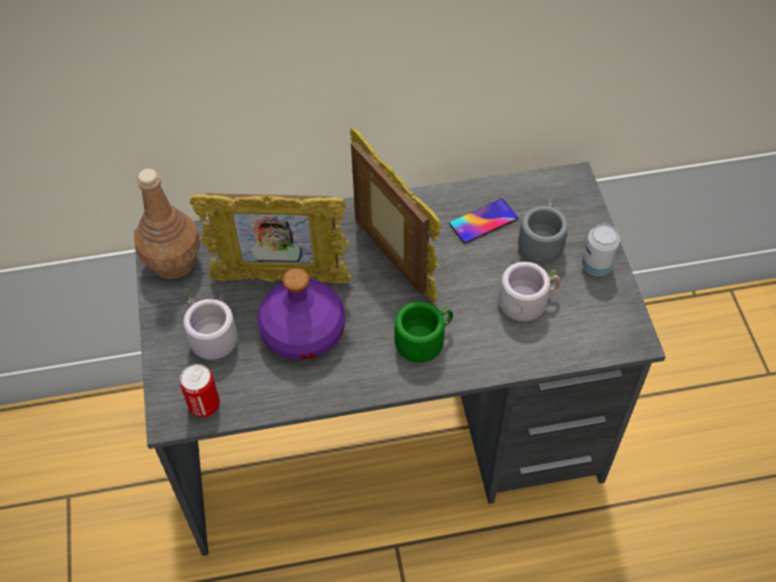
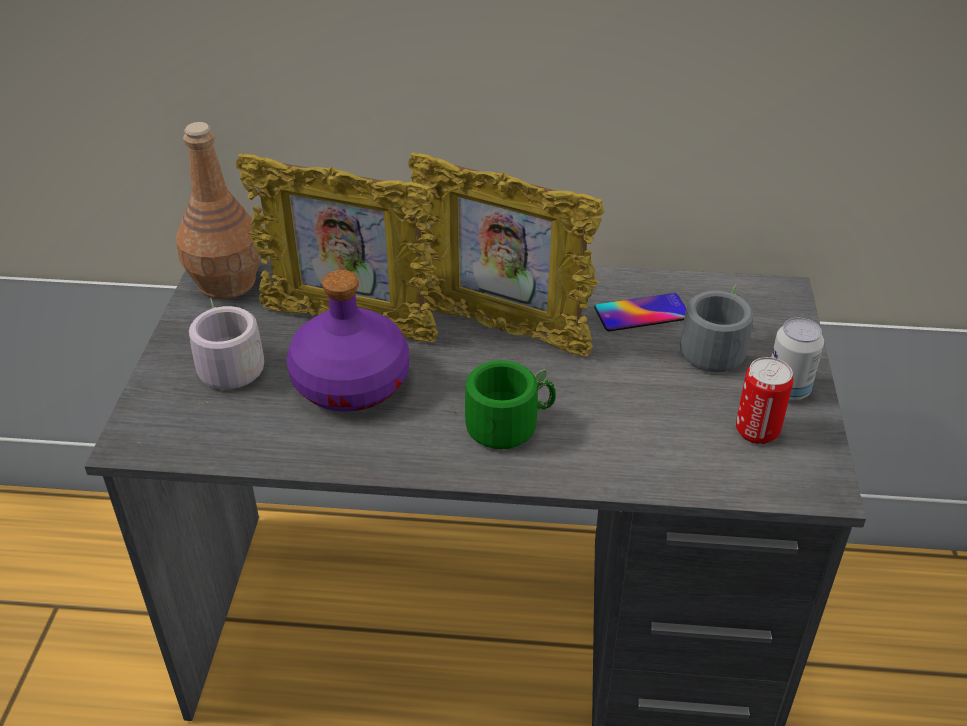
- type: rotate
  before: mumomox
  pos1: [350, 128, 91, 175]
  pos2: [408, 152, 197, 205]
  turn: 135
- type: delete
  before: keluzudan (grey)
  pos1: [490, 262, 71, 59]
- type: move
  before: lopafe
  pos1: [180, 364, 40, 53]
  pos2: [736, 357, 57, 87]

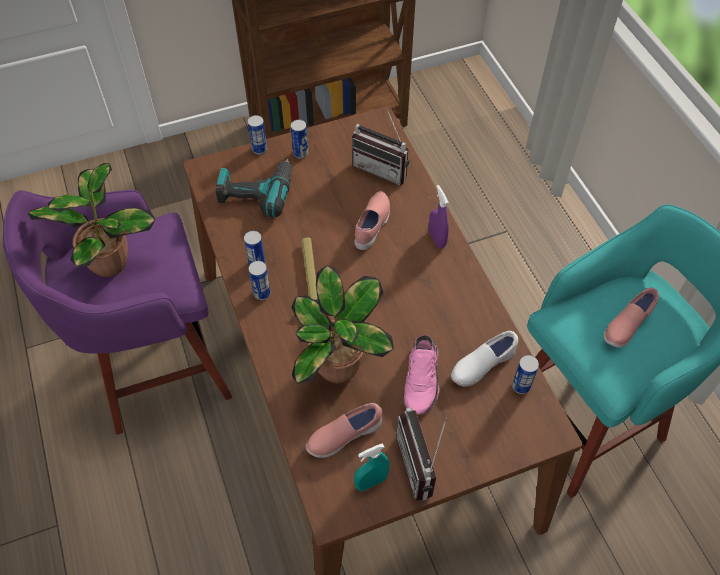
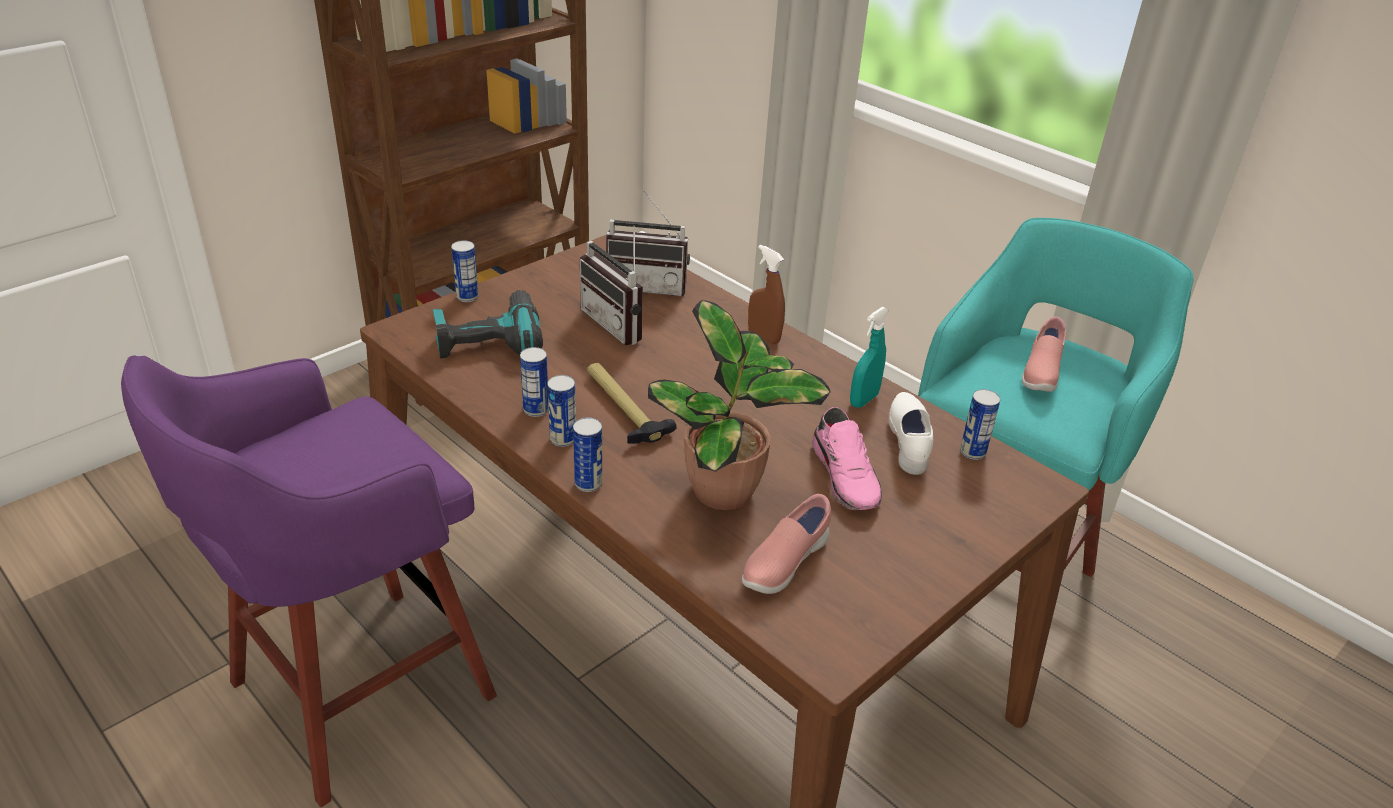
- type: move
  before: lopafe
  pos1: [291, 119, 18, 40]
  pos2: [573, 417, 30, 75]
- type: delete
  before: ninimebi
  pos1: [28, 163, 127, 114]
- type: recolor
  before: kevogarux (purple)
  after: kevogarux (brown)
  pos1: [429, 185, 20, 63]
  pos2: [748, 245, 37, 99]
- type: delete
  before: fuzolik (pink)
  pos1: [354, 191, 36, 59]
- type: rotate
  before: fuzolik (white)
  pos1: [451, 331, 67, 56]
  pos2: [889, 392, 44, 83]
  turn: 150
- type: move
  before: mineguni
  pos1: [397, 408, 50, 93]
  pos2: [580, 226, 63, 119]
- type: move
  before: kevogarux (turquoise)
  pos1: [354, 443, 35, 48]
  pos2: [850, 307, 39, 101]

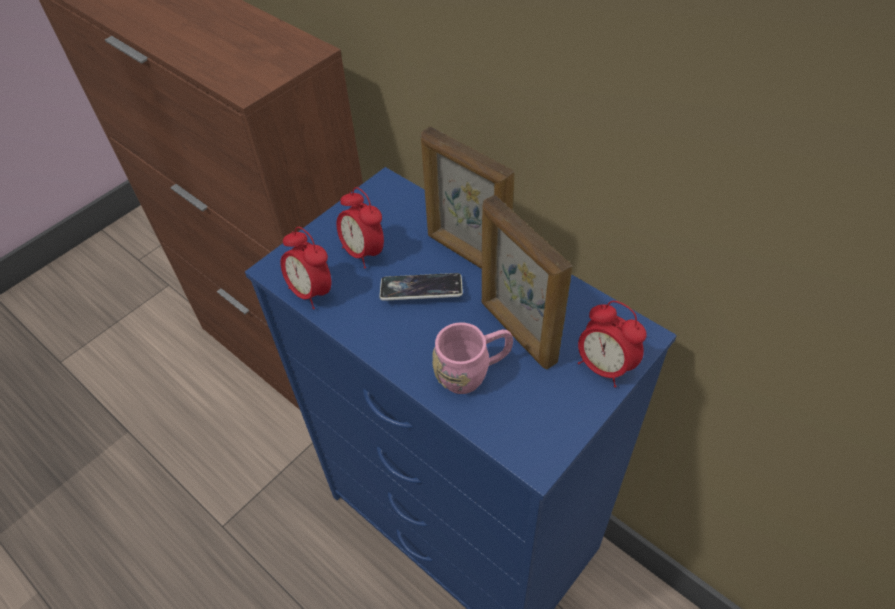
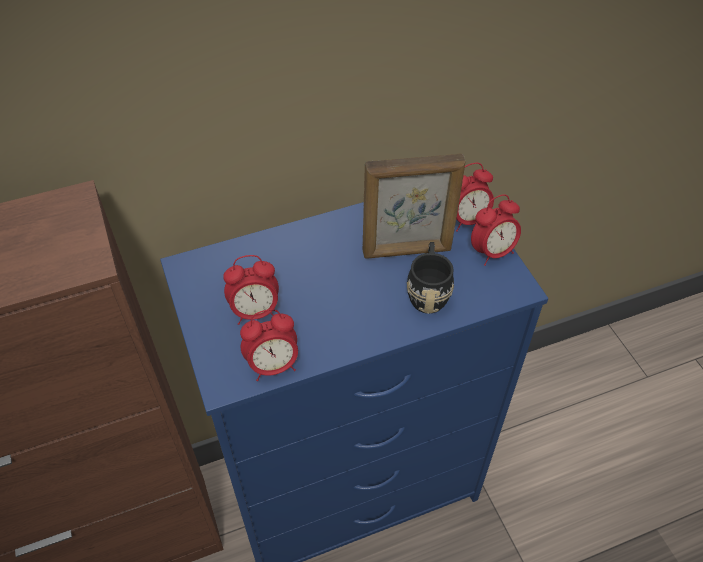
- type: delete
  before: mumomox
  pos1: [421, 126, 93, 143]
- type: delete
  before: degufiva
  pos1: [379, 273, 84, 28]
- type: recolor
  before: keluzudan (pink)
  after: keluzudan (black)
  pos1: [432, 322, 81, 72]
  pos2: [407, 242, 47, 72]
- type: insert
  after: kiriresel
  pos2: [471, 194, 50, 72]

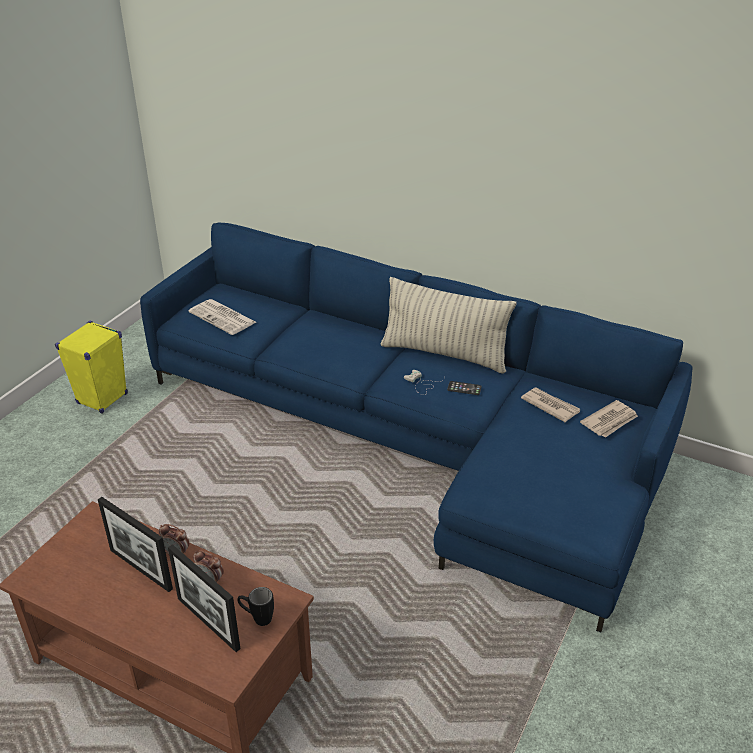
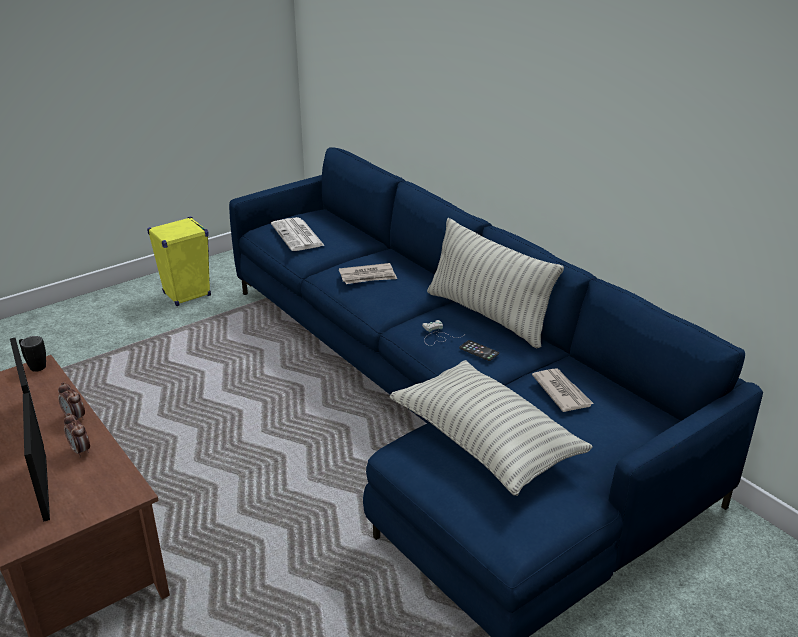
- type: move
  before: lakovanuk
  pos1: [580, 400, 58, 38]
  pos2: [339, 263, 58, 21]
- type: move
  before: keluzudan (black)
  pos1: [237, 587, 37, 39]
  pos2: [19, 336, 27, 36]
- type: insert
  after: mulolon
  pos2: [389, 360, 204, 136]

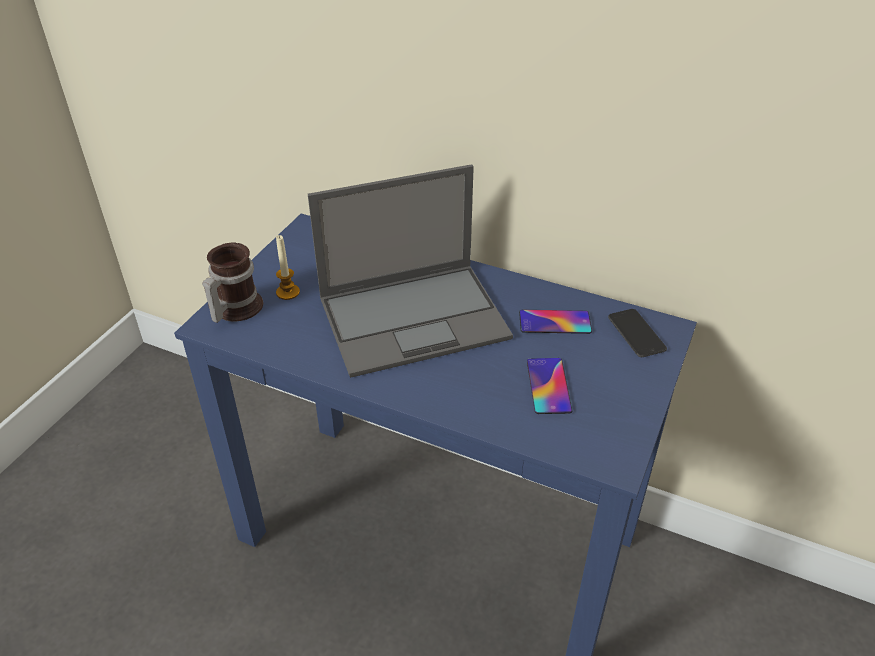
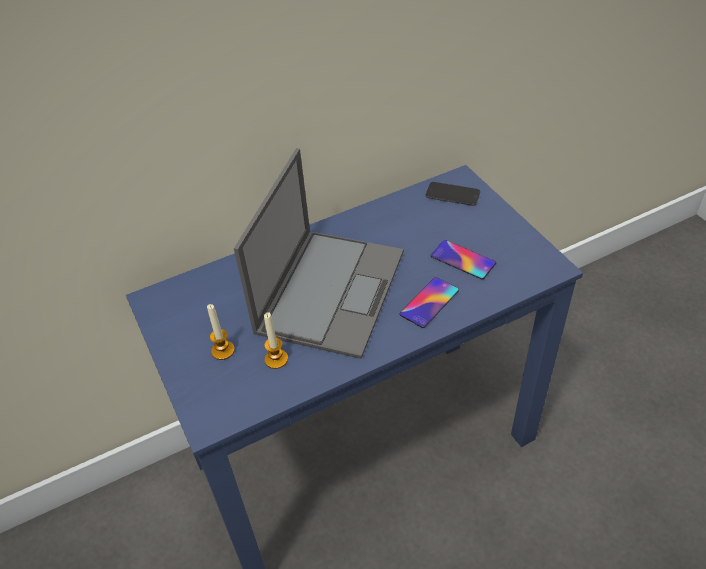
- type: delete
  before: keluzudan
  pos1: [202, 242, 61, 81]
- type: move
  before: degufiva
  pos1: [519, 310, 73, 24]
  pos2: [399, 277, 60, 51]
- type: insert
  after: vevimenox
  pos2: [264, 312, 24, 57]

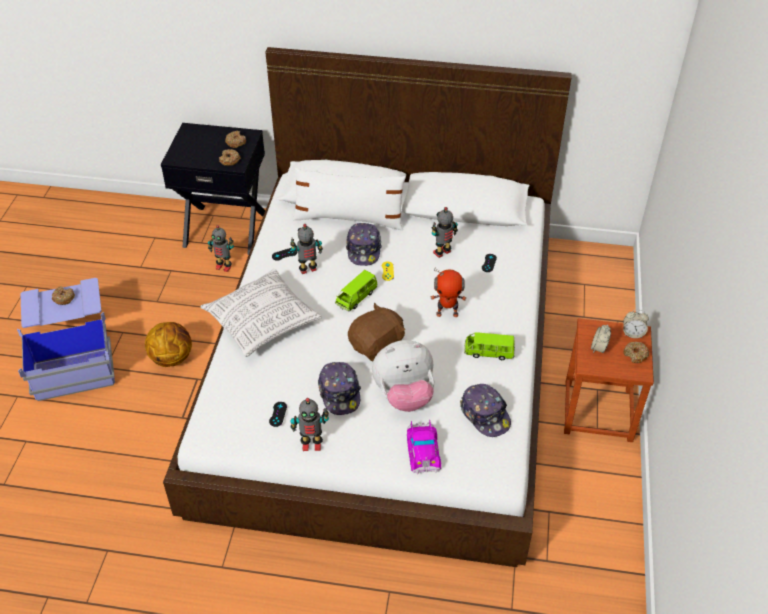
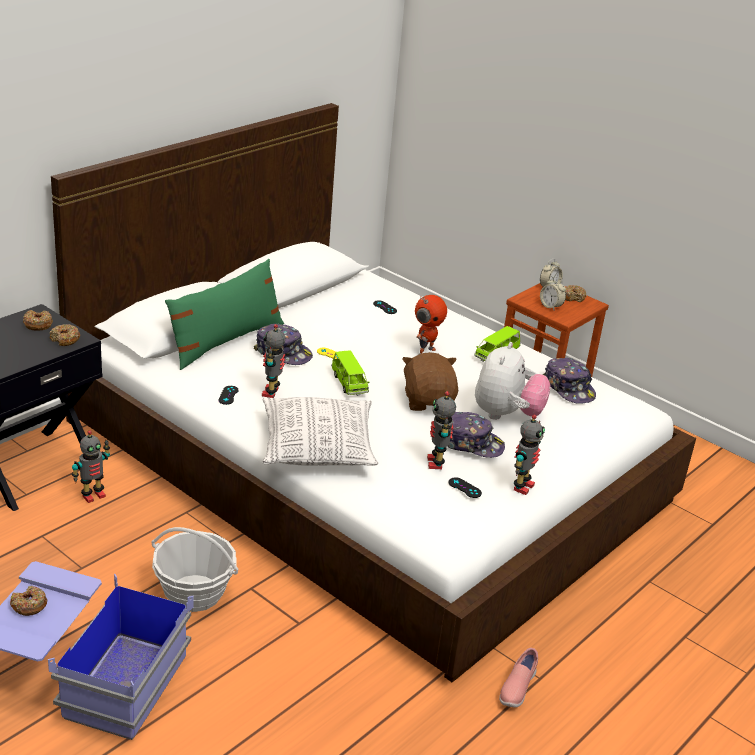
- type: recolor
  before: mulolon (white)
  after: mulolon (green)
  pos1: [293, 168, 113, 62]
  pos2: [165, 259, 119, 111]
- type: move
  before: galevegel
  pos1: [432, 207, 26, 51]
  pos2: [427, 391, 29, 78]
- type: replace
  before: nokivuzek
  after: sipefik
  pos1: [145, 322, 47, 45]
  pos2: [152, 527, 86, 85]
- type: rotate
  before: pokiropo
  pos1: [460, 384, 51, 53]
  pos2: [542, 358, 54, 46]
  turn: 60
- type: delete
  before: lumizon
  pos1: [407, 420, 34, 54]
- type: insert
  after: fuzolik (pink)
  pos2: [499, 648, 39, 60]

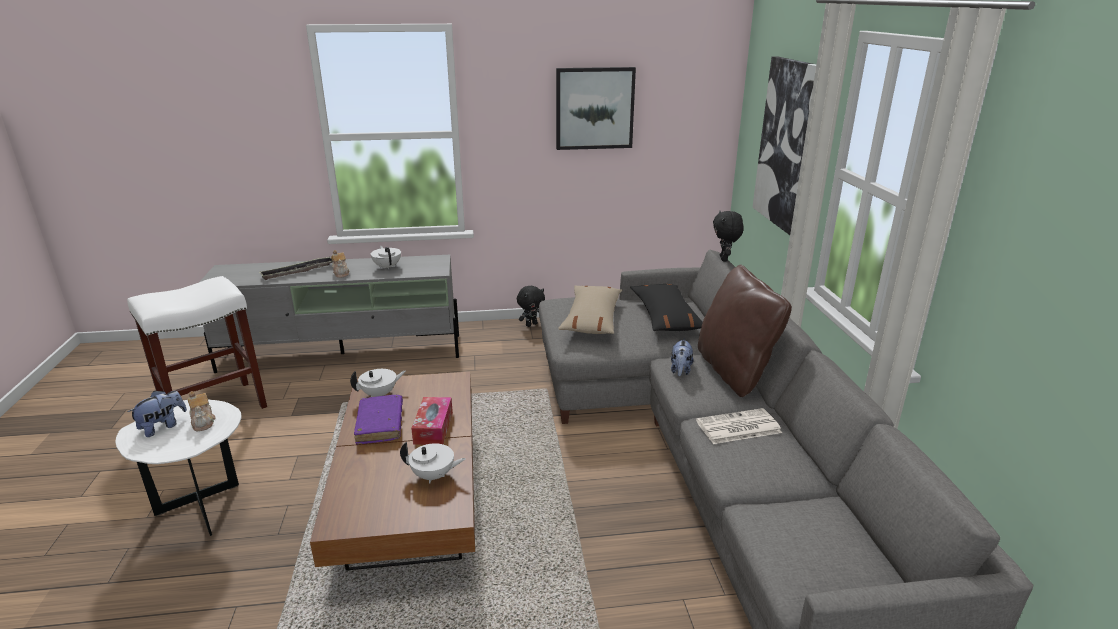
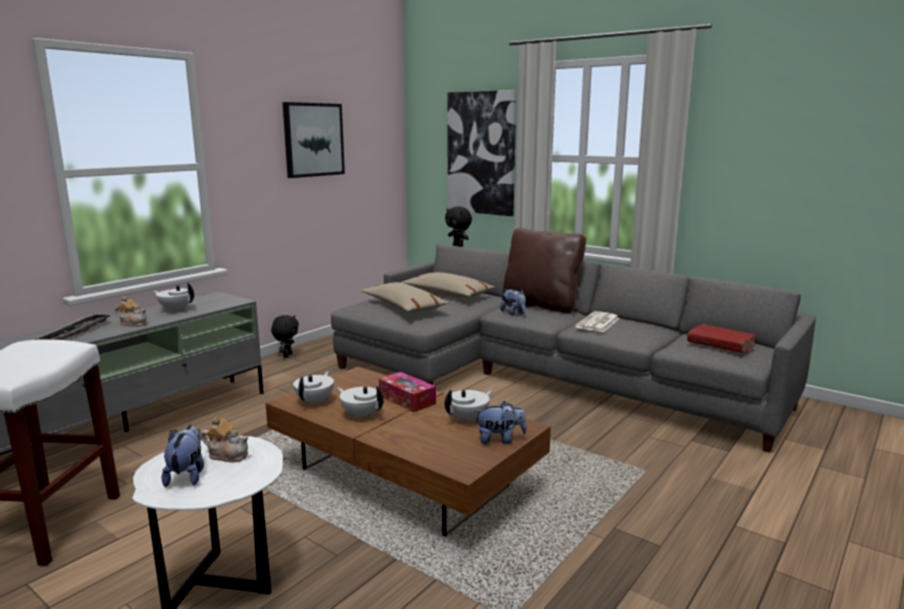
- type: recolor
  before: mulolon (black)
  after: mulolon (beige)
  pos1: [630, 284, 73, 47]
  pos2: [401, 272, 94, 26]
- type: replace
  before: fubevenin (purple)
  after: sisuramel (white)
  pos1: [354, 395, 49, 50]
  pos2: [337, 386, 47, 33]
- type: insert
  after: fubevenin (red)
  pos2: [687, 324, 69, 29]
- type: insert
  after: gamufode
  pos2: [475, 401, 52, 43]

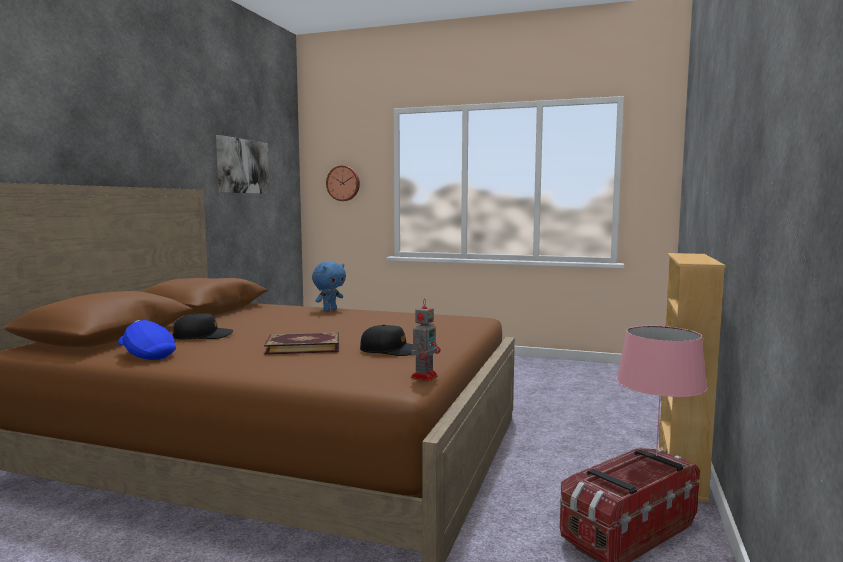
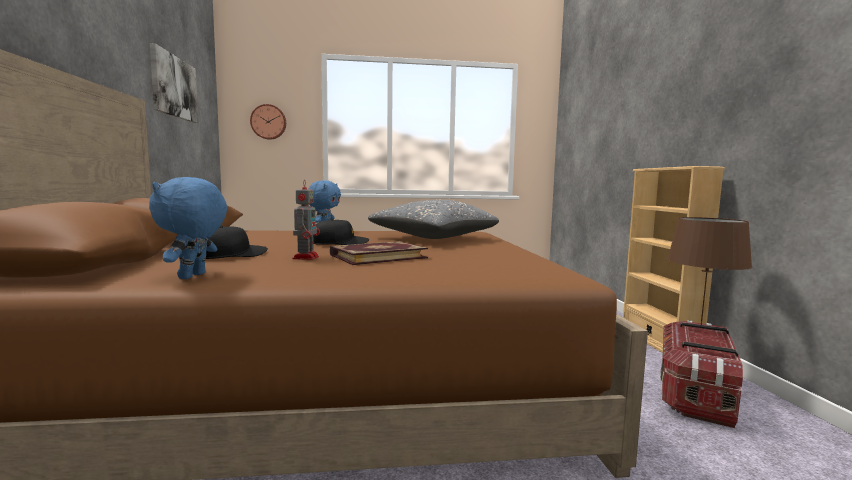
- type: move
  before: galevegel
  pos1: [411, 300, 29, 81]
  pos2: [292, 182, 28, 78]
- type: replace
  before: pokiropo (blue)
  after: gamufode (blue)
  pos1: [118, 320, 58, 40]
  pos2: [149, 177, 78, 102]
- type: move
  before: pokiropo (black)
  pos1: [360, 324, 53, 32]
  pos2: [313, 219, 56, 26]
- type: recolor
  before: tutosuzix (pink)
  after: tutosuzix (brown)
  pos1: [616, 326, 92, 130]
  pos2: [667, 217, 85, 108]
- type: insert
  after: mulolon (grey)
  pos2: [368, 200, 131, 39]

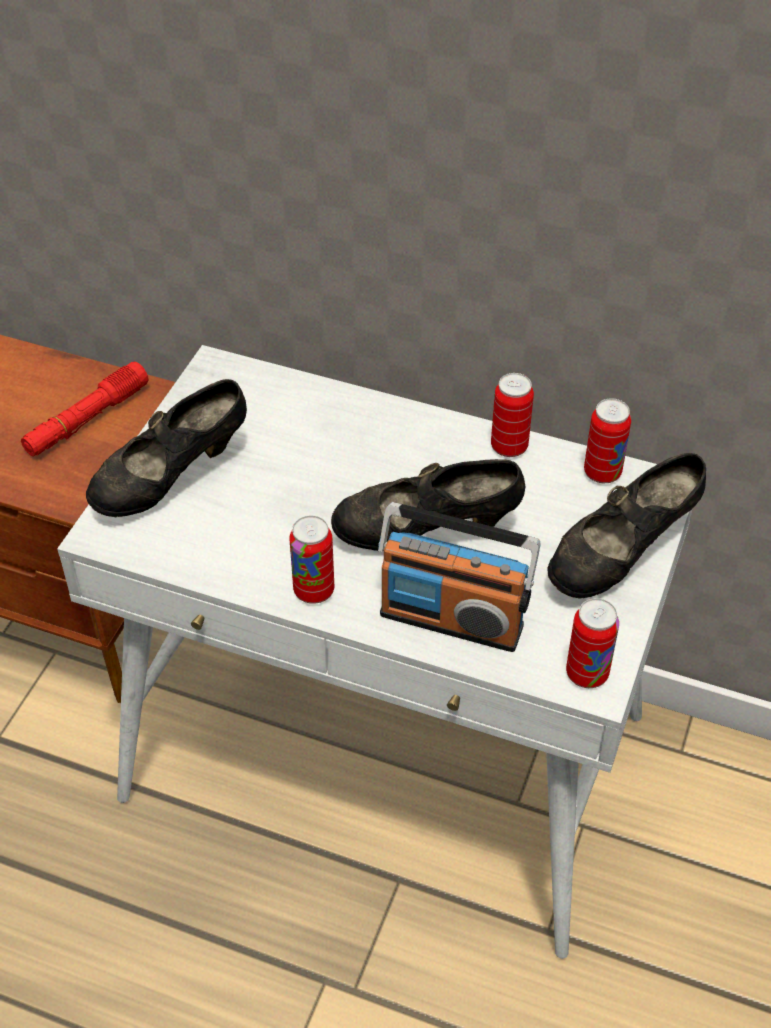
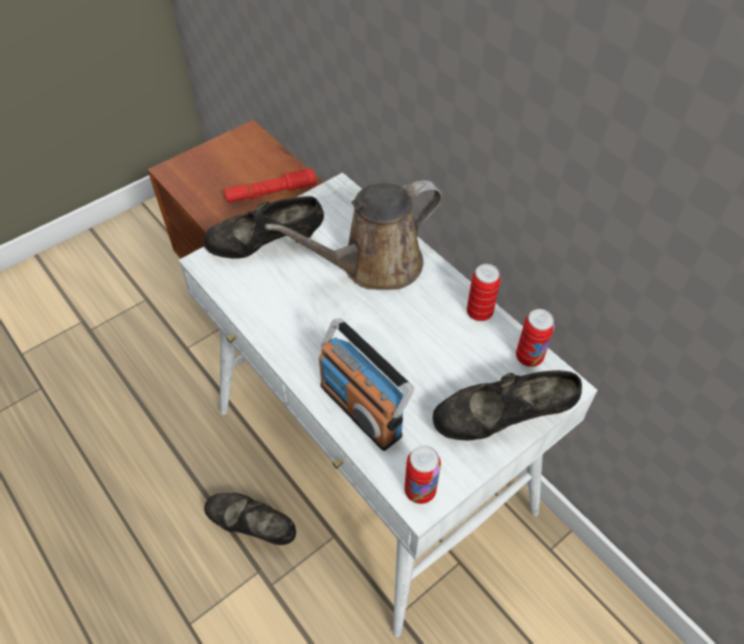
- type: move
  before: fuzolik (black)
  pos1: [331, 459, 195, 92]
  pos2: [204, 493, 92, 52]
- type: delete
  before: lopafe
  pos1: [289, 515, 45, 89]
- type: insert
  after: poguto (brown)
  pos2: [265, 180, 177, 110]

